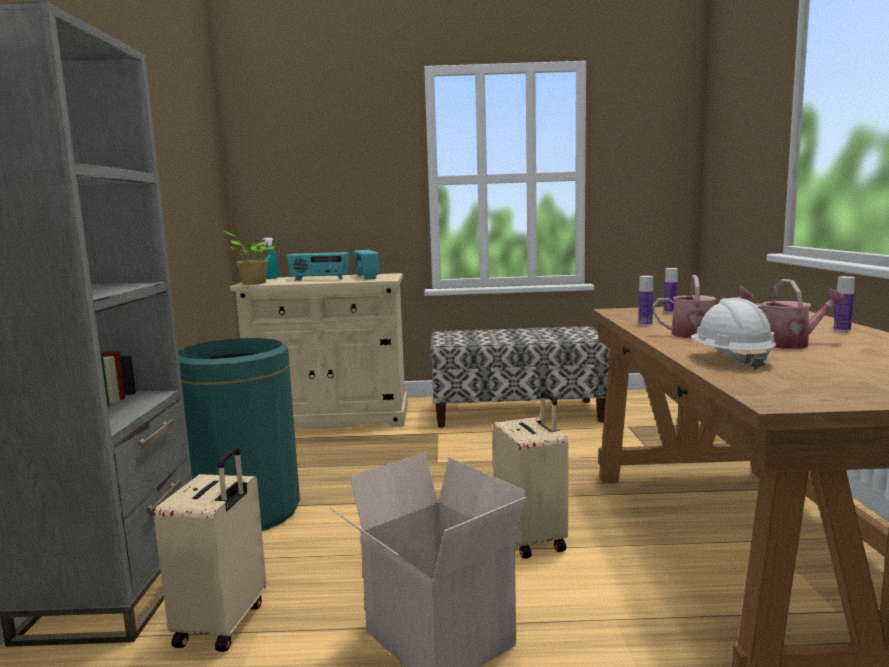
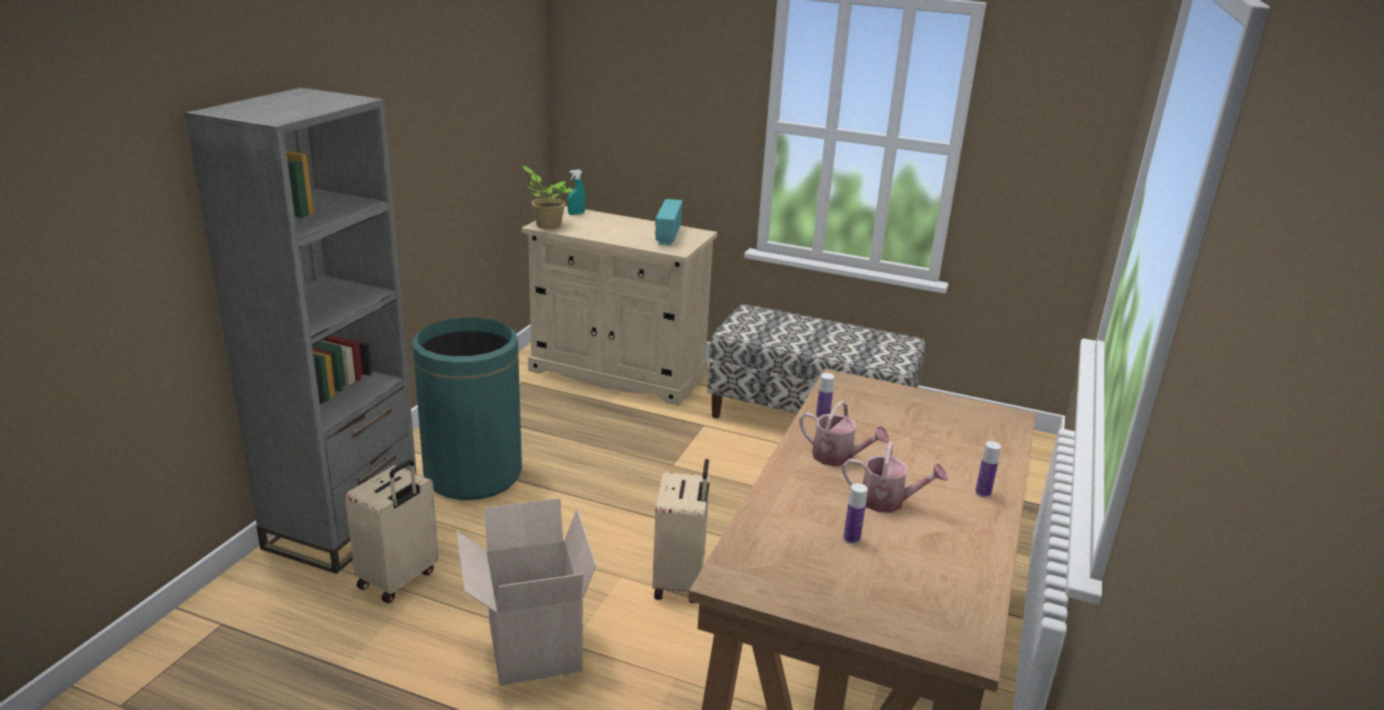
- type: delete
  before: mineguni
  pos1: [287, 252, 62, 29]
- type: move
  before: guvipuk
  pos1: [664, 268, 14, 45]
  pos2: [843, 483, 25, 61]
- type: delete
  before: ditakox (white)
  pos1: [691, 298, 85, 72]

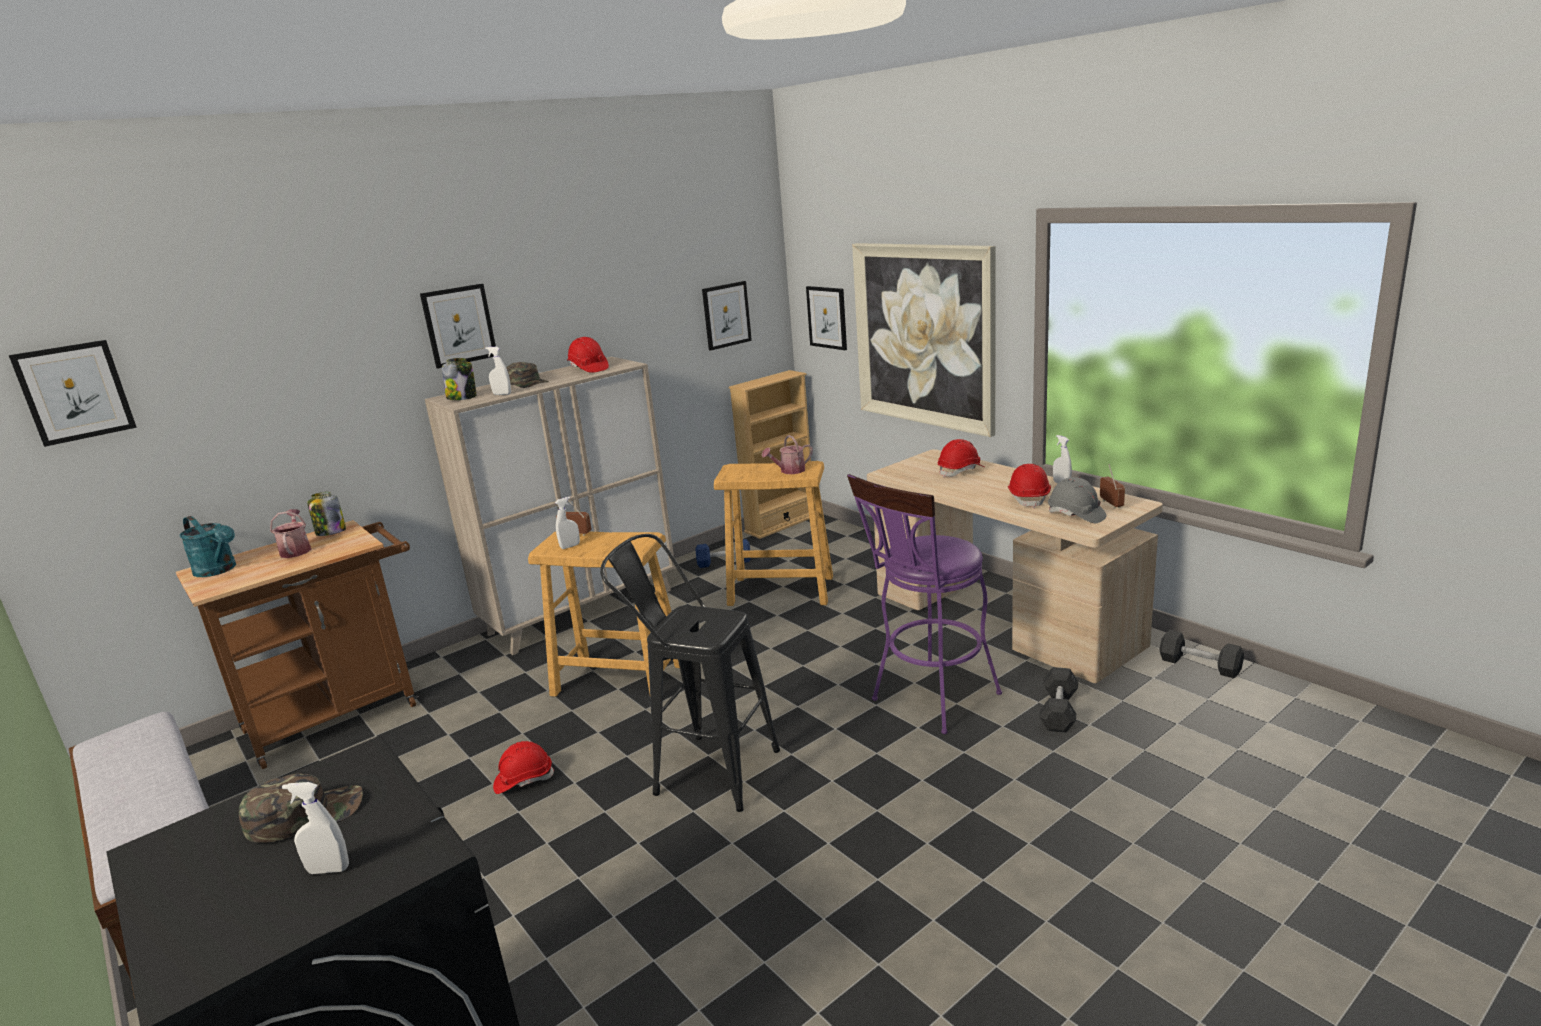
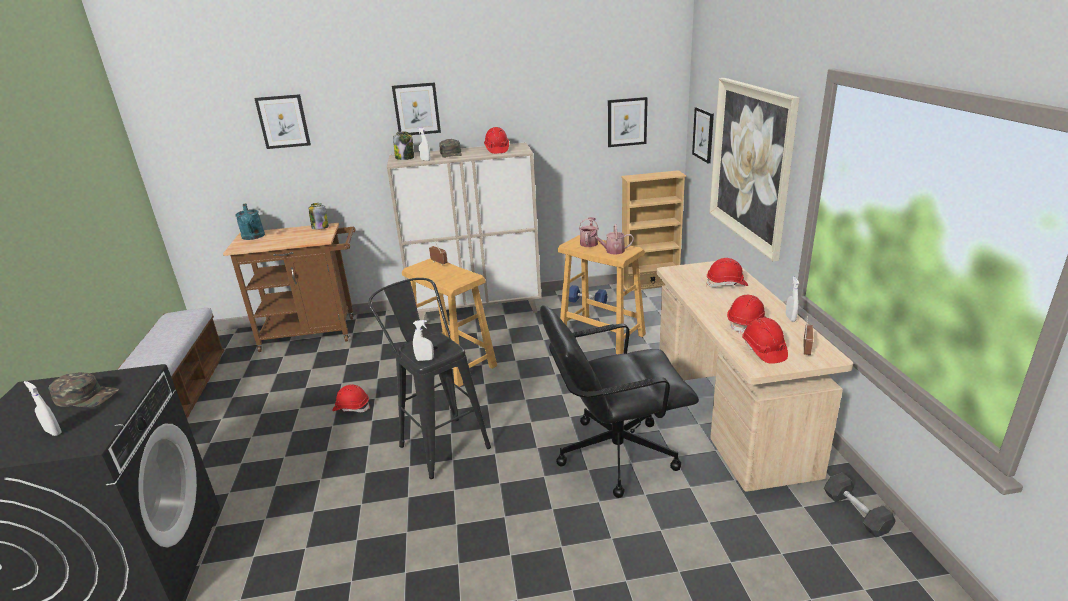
- type: move
  before: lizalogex
  pos1: [9, 340, 128, 107]
  pos2: [254, 94, 57, 55]
- type: replace
  before: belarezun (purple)
  after: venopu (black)
  pos1: [847, 474, 155, 260]
  pos2: [540, 305, 159, 193]
- type: recolor
  before: ditakox (grey)
  after: ditakox (red)
  pos1: [1048, 477, 58, 46]
  pos2: [742, 317, 46, 47]
- type: move
  before: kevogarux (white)
  pos1: [555, 497, 25, 52]
  pos2: [413, 320, 21, 41]
- type: move
  before: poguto
  pos1: [270, 509, 41, 49]
  pos2: [579, 217, 20, 30]
- type: delete
  before: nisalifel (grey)
  pos1: [1039, 667, 39, 66]

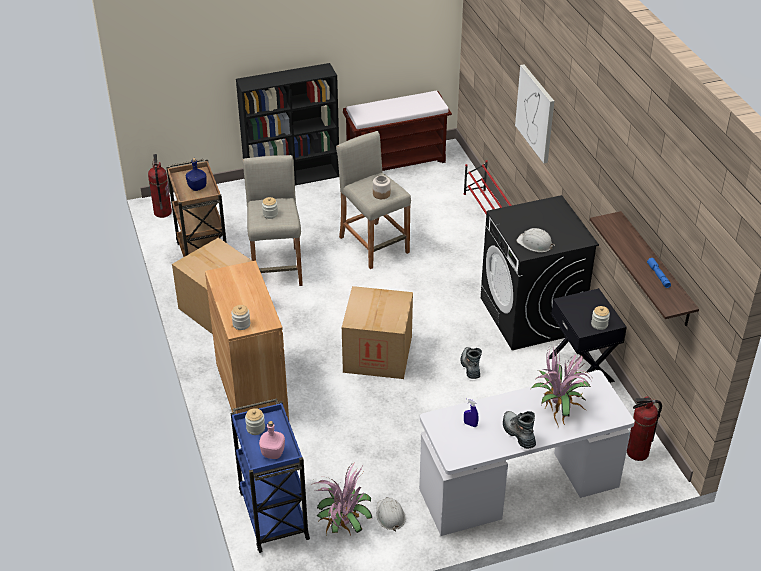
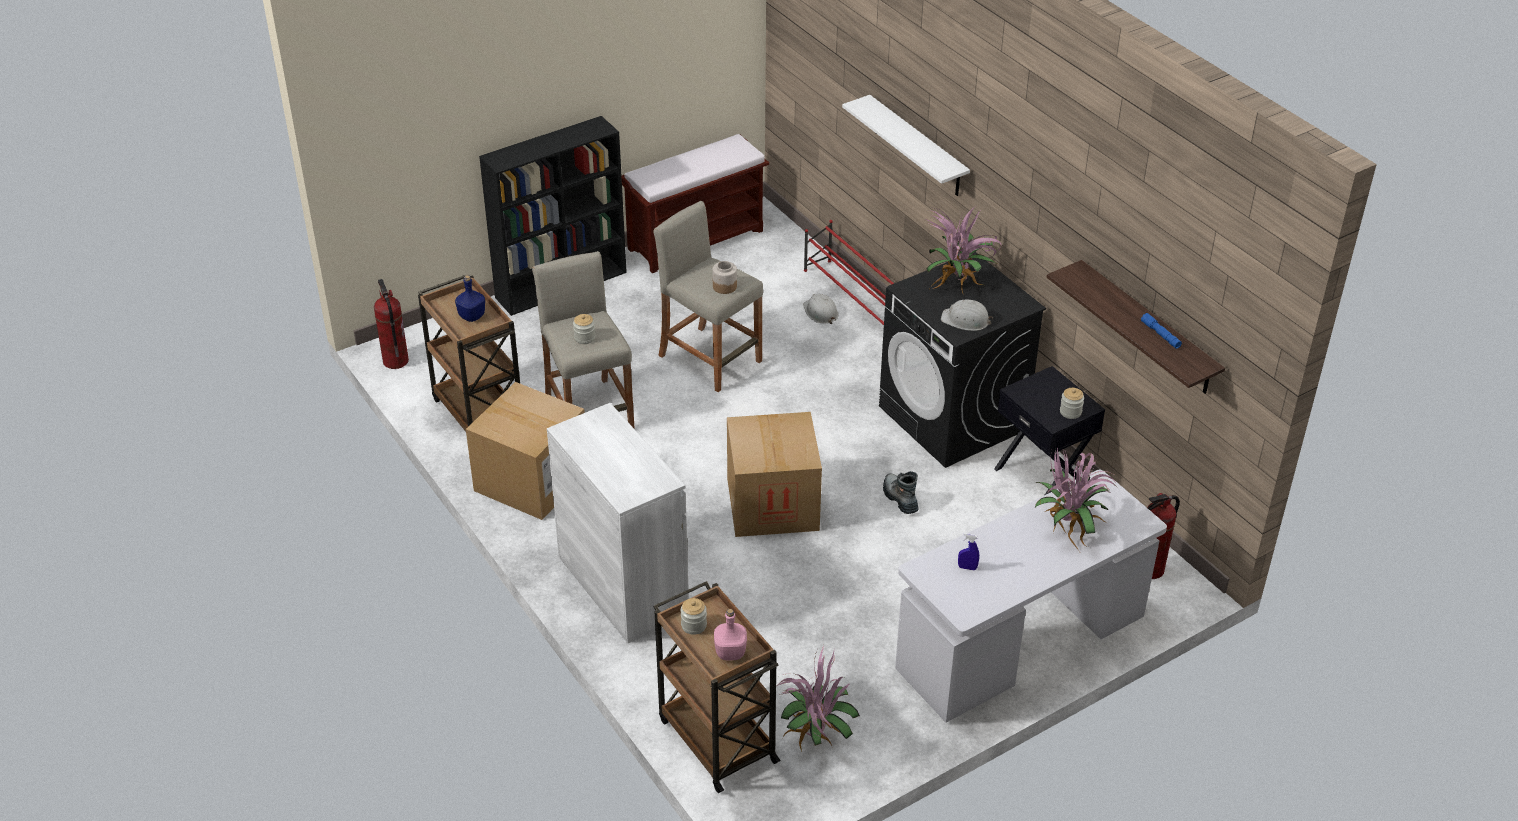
- type: replace
  before: lizalogex
  after: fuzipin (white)
  pos1: [515, 65, 39, 98]
  pos2: [842, 95, 128, 101]
- type: recolor
  before: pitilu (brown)
  after: pitilu (white)
  pos1: [205, 260, 84, 160]
  pos2: [547, 403, 142, 240]
- type: delete
  before: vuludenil
  pos1: [231, 305, 19, 25]
- type: recolor
  before: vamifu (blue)
  after: vamifu (brown)
  pos1: [231, 398, 79, 155]
  pos2: [653, 581, 128, 212]
- type: delete
  before: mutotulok
  pos1: [503, 411, 33, 38]
- type: move
  before: ditakox (white)
  pos1: [376, 497, 30, 34]
  pos2: [803, 294, 36, 30]
- type: insert
  after: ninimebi
  pos2: [924, 207, 77, 86]

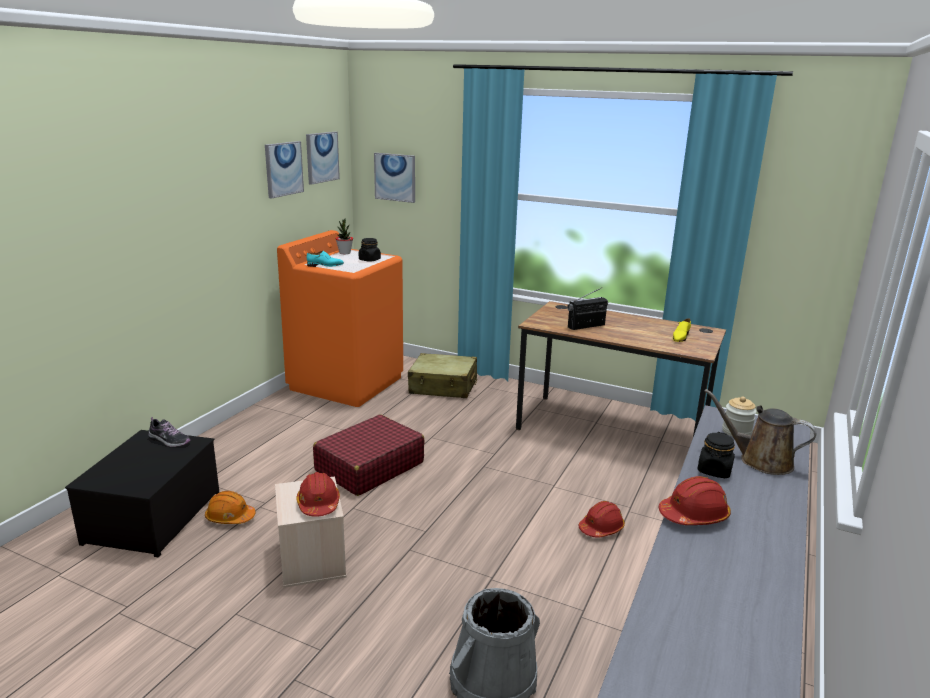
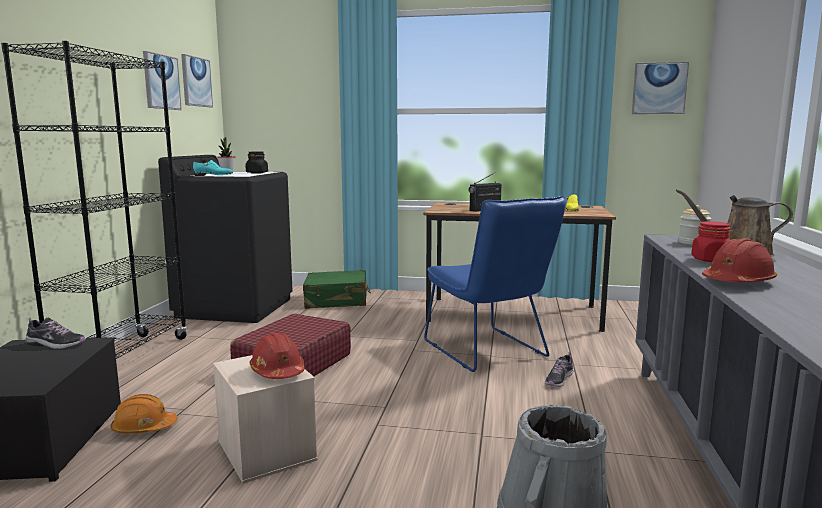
- type: move
  before: lizalogex
  pos1: [374, 153, 41, 50]
  pos2: [632, 62, 57, 52]
- type: recolor
  before: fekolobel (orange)
  after: fekolobel (black)
  pos1: [277, 230, 126, 177]
  pos2: [158, 155, 135, 168]
- type: recolor
  before: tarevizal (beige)
  after: tarevizal (green)
  pos1: [408, 353, 69, 45]
  pos2: [303, 270, 68, 39]
- type: recolor
  before: vuludenil (black)
  after: vuludenil (red)
  pos1: [698, 432, 37, 46]
  pos2: [691, 221, 40, 41]
- type: replace
  before: ditakox (red)
  after: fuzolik
  pos1: [579, 501, 46, 36]
  pos2: [545, 352, 28, 35]
- type: insert
  after: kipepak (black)
  pos2: [1, 41, 187, 318]
- type: insert
  after: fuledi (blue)
  pos2: [424, 195, 142, 177]

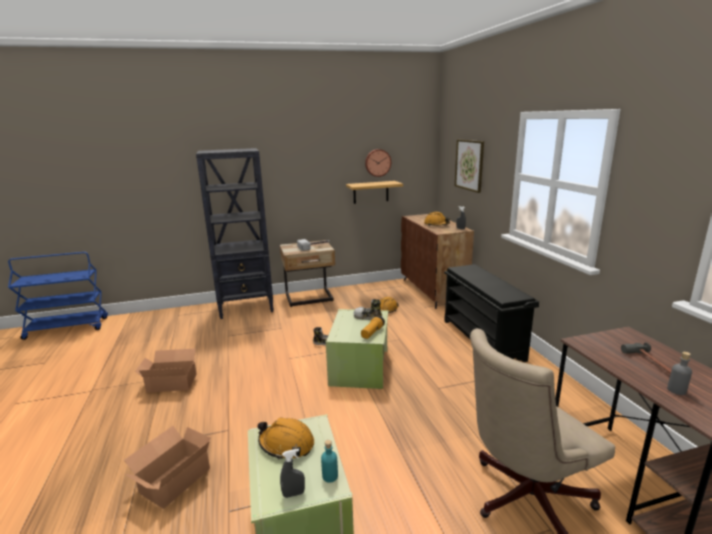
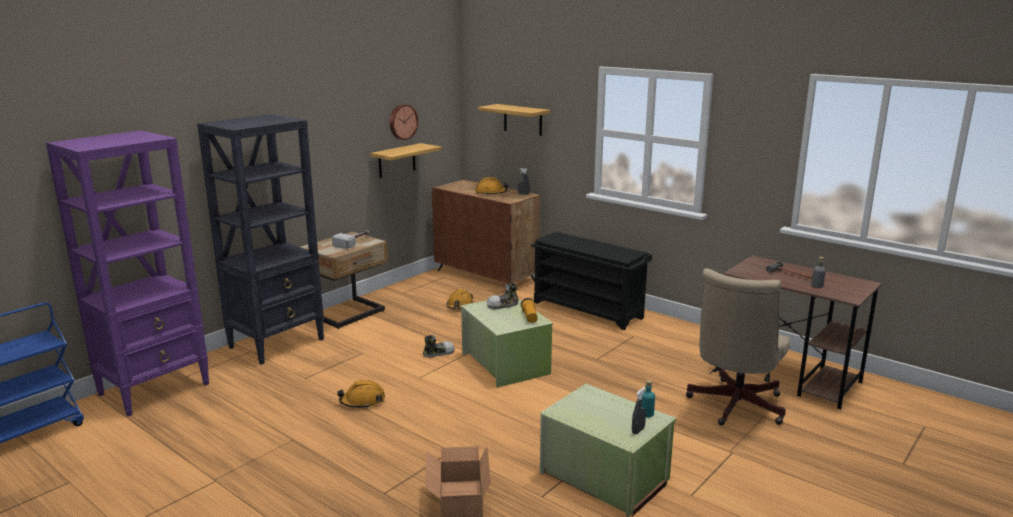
- type: replace
  before: lizalogex
  after: fuzipin
  pos1: [455, 140, 29, 53]
  pos2: [478, 104, 72, 32]
- type: delete
  before: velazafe
  pos1: [135, 348, 63, 45]
- type: move
  before: ditakox (orange)
  pos1: [257, 417, 57, 43]
  pos2: [337, 380, 48, 29]
- type: insert
  after: kipepak (purple)
  pos2: [46, 130, 164, 287]

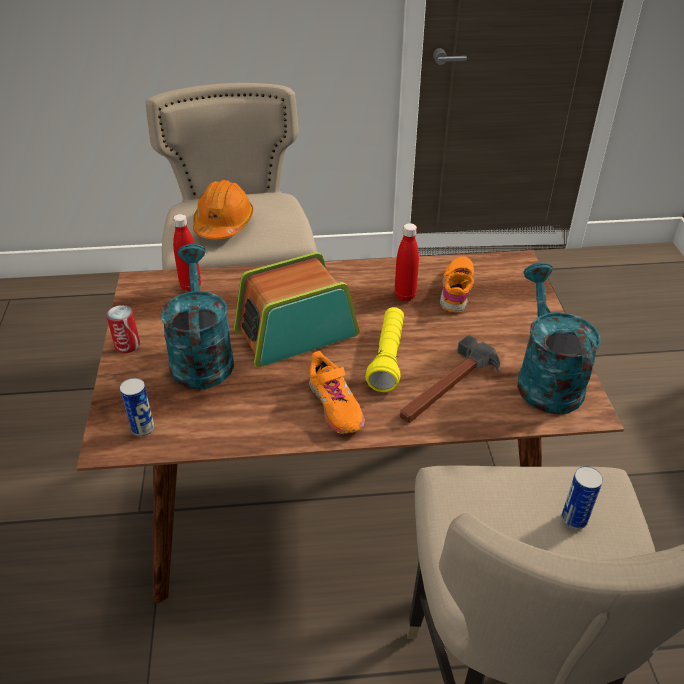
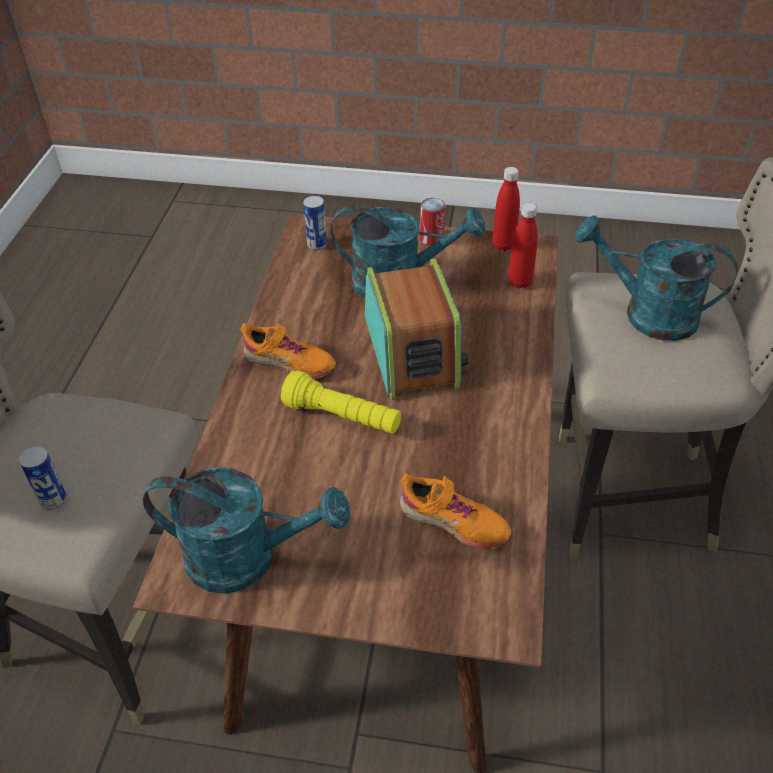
- type: replace
  before: ditakox (orange)
  after: poguto (turquoise)
  pos1: [193, 180, 60, 59]
  pos2: [575, 215, 163, 126]
- type: move
  before: guvipuk (red)
  pos1: [394, 223, 25, 78]
  pos2: [492, 167, 28, 84]
- type: delete
  before: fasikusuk
  pos1: [400, 335, 100, 88]
- type: rotate
  before: fuzolik (orange)
  pos1: [309, 351, 56, 83]
  pos2: [240, 323, 96, 56]
  turn: -150

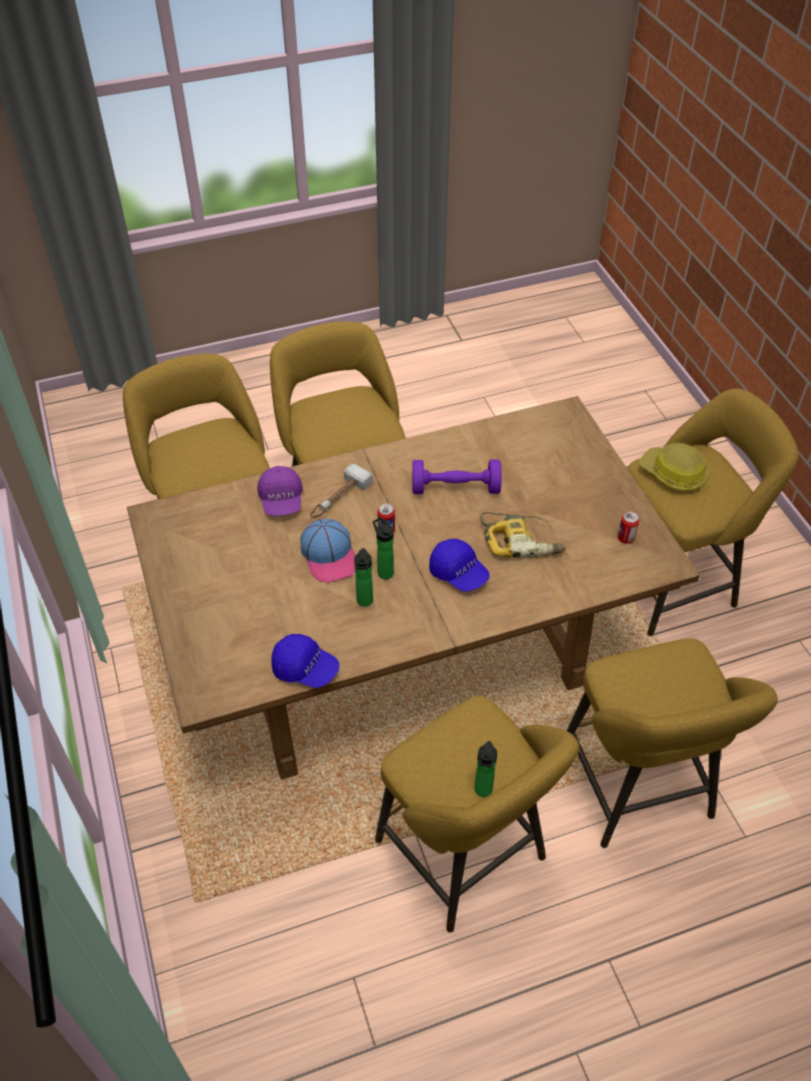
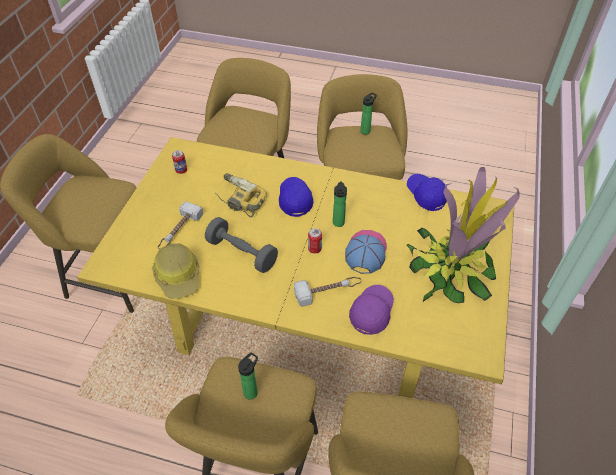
- type: recolor
  before: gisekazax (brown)
  after: gisekazax (yellow)
  pos1: [127, 396, 573, 384]
  pos2: [77, 137, 437, 261]
- type: move
  before: ditakox
  pos1: [639, 443, 69, 48]
  pos2: [152, 243, 47, 56]
- type: recolor
  before: nisalifel (purple)
  after: nisalifel (grey)
  pos1: [412, 460, 90, 34]
  pos2: [205, 217, 73, 56]
- type: move
  before: guvipuk
  pos1: [354, 548, 19, 59]
  pos2: [238, 352, 20, 48]
- type: insert
  after: ninimebi
  pos2: [407, 167, 113, 136]
- type: insert
  after: fasikusuk
  pos2: [158, 202, 45, 47]

